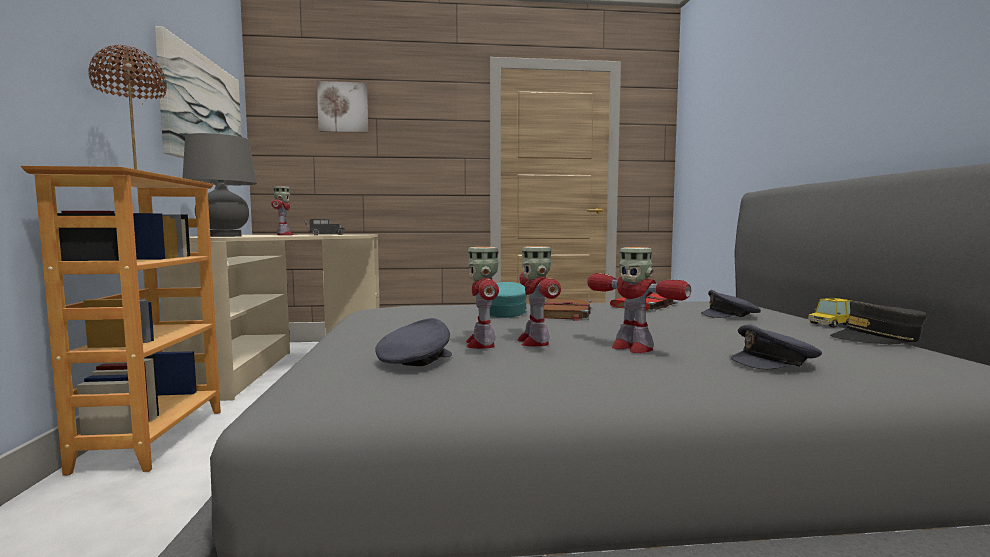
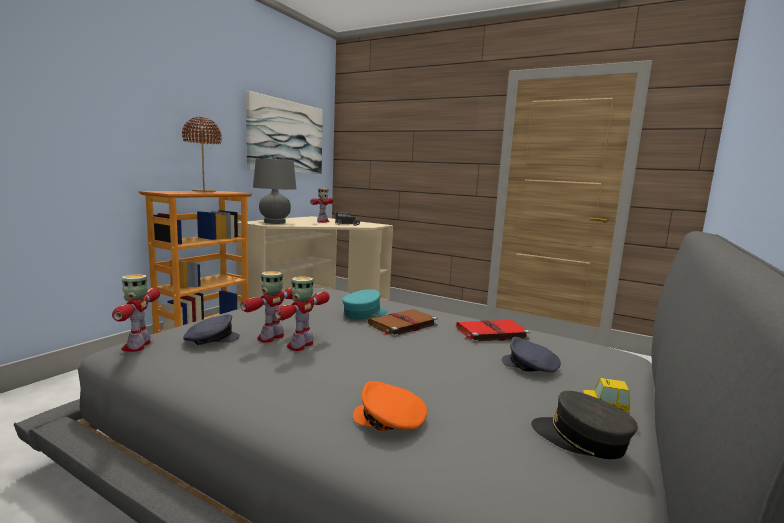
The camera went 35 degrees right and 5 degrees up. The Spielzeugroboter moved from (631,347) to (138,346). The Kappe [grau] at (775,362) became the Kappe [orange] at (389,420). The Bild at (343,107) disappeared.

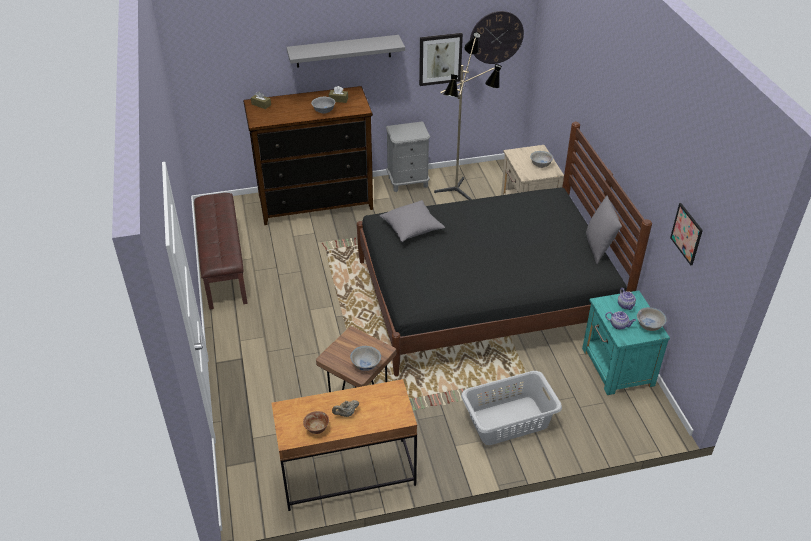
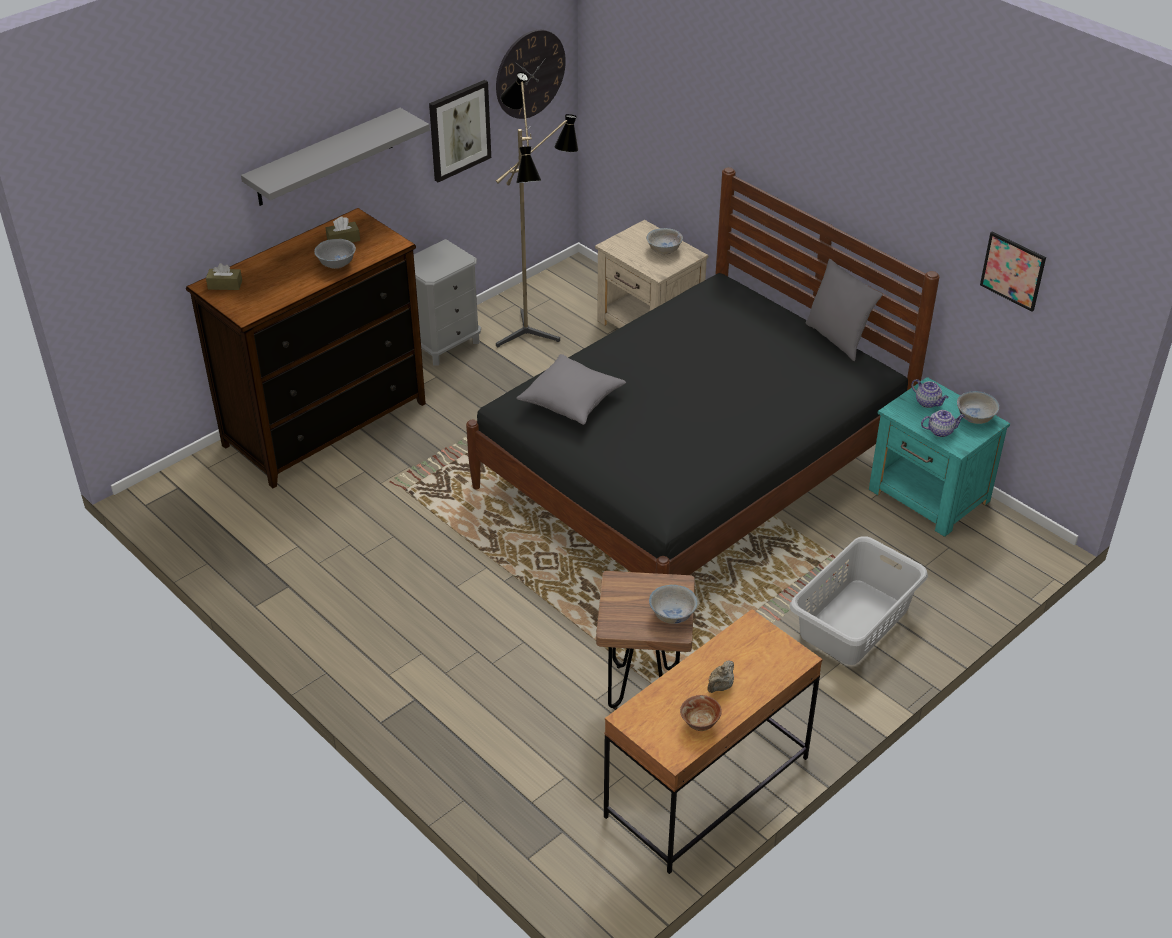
The camera went 30 degrees left and 0 degrees up. The Bank [braun] at (223,266) disappeared.

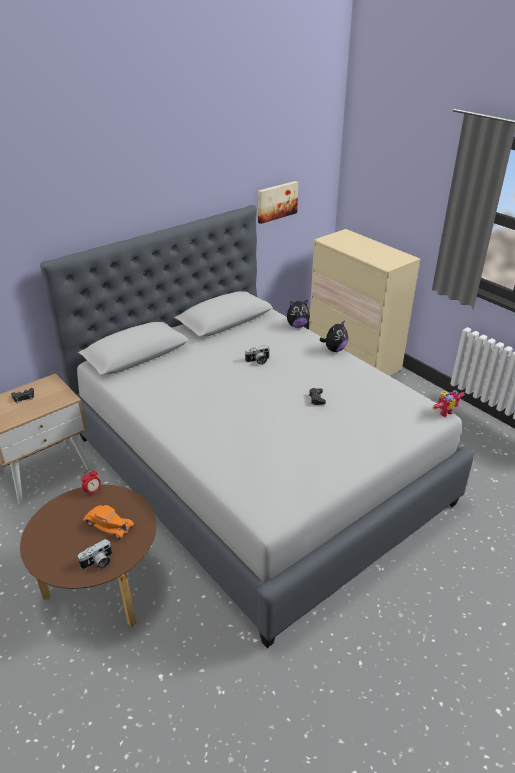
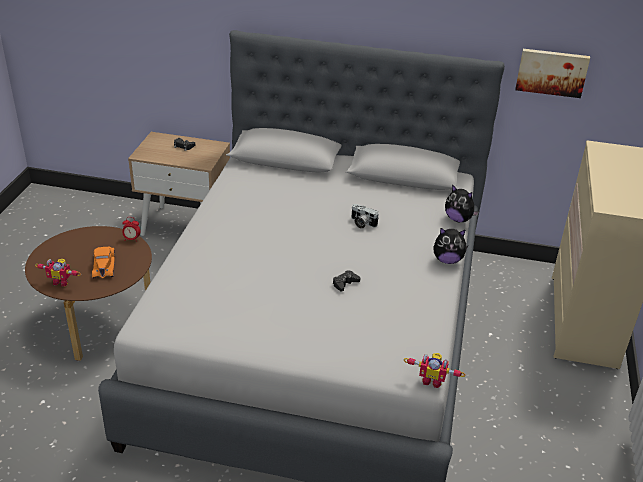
The camera went 50 degrees right and 0 degrees up. The Kamera at (98,563) was replaced by the Spielzeugroboter at (62,281).

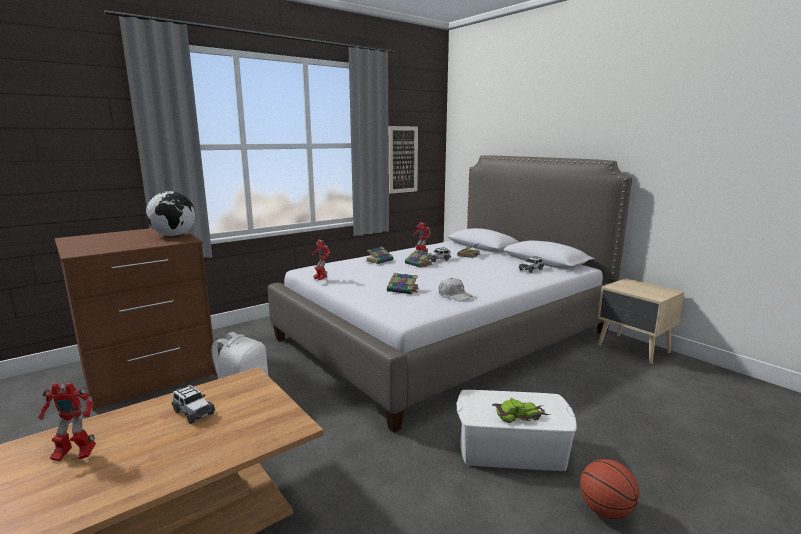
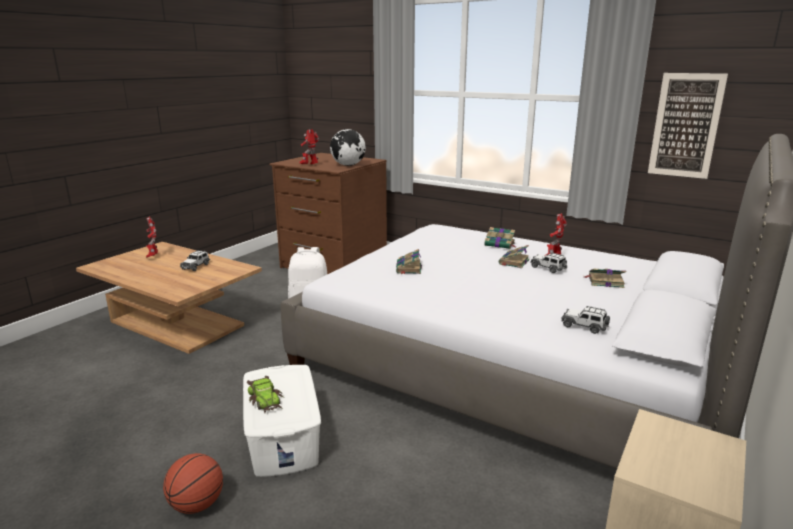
The camera went 70 degrees right and 5 degrees up. The Spielzeugroboter moved from (320,280) to (310,165). The Kappe [weiß] at (454,295) disappeared.

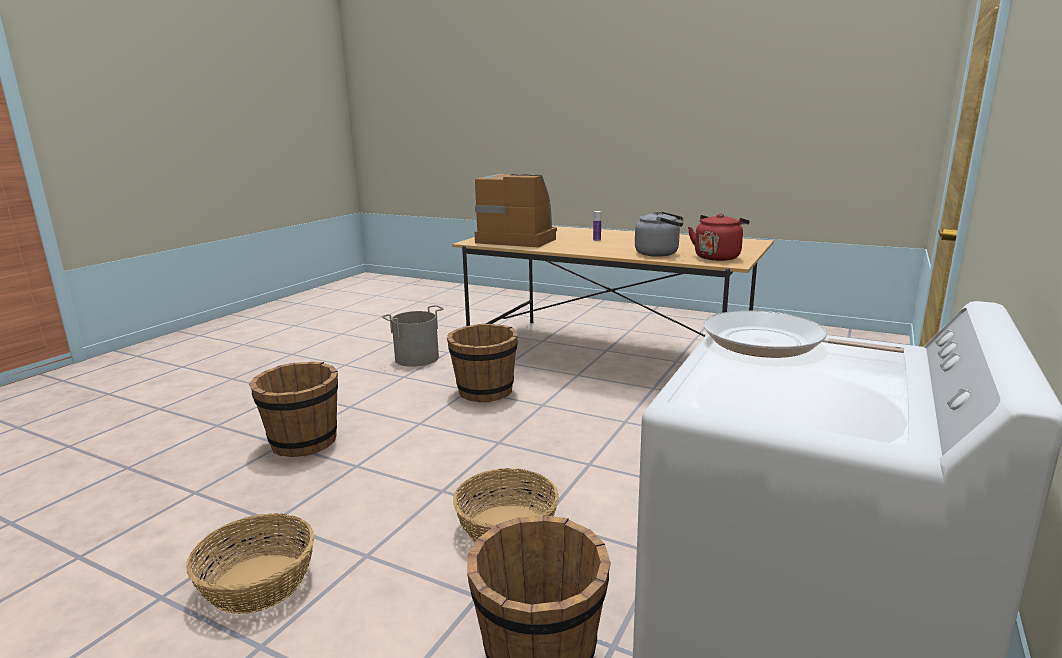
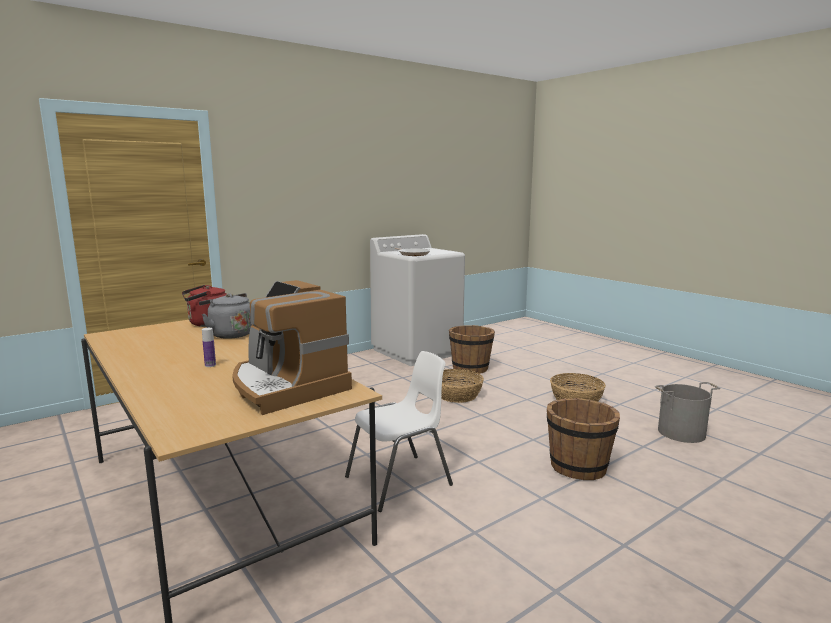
The camera went 155 degrees left and 5 degrees down. The Eimer [braun] at (485,392) was replaced by the Stuhl [weiß] at (400,481). The Eimer [grau] moved from (416,358) to (682,433).

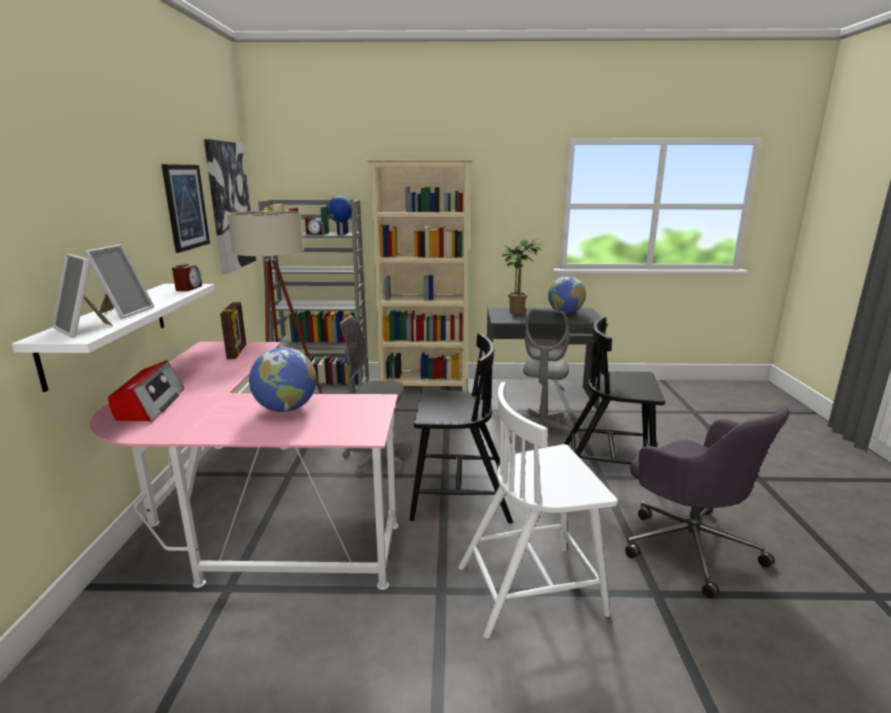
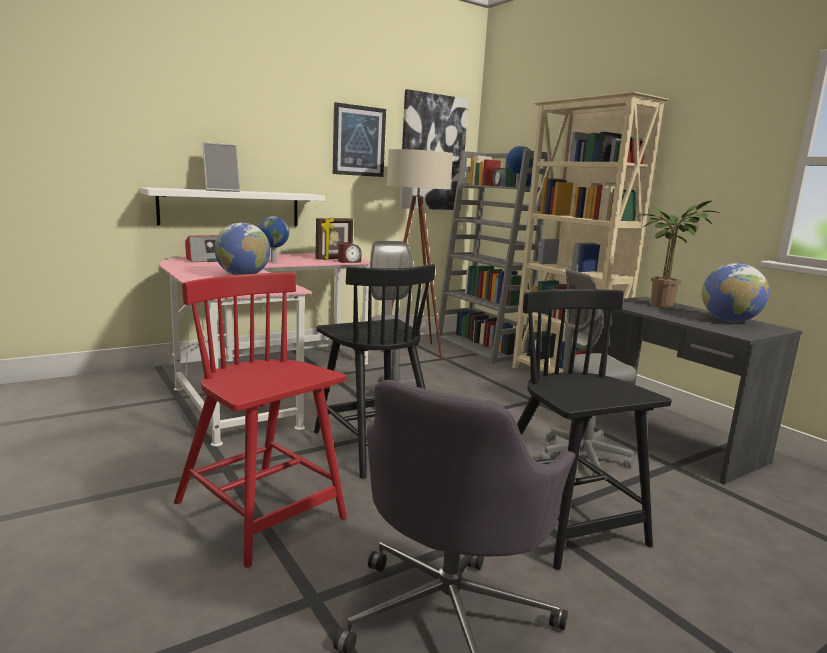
The camera went 55 degrees right and 5 degrees down. The Stuhl [weiß] at (532,589) became the Stuhl [rot] at (261,512). The Globus at (272,262) appeared. The Wecker moved from (188,288) to (349,261). The Bilderrahmen at (83,329) disappeared.

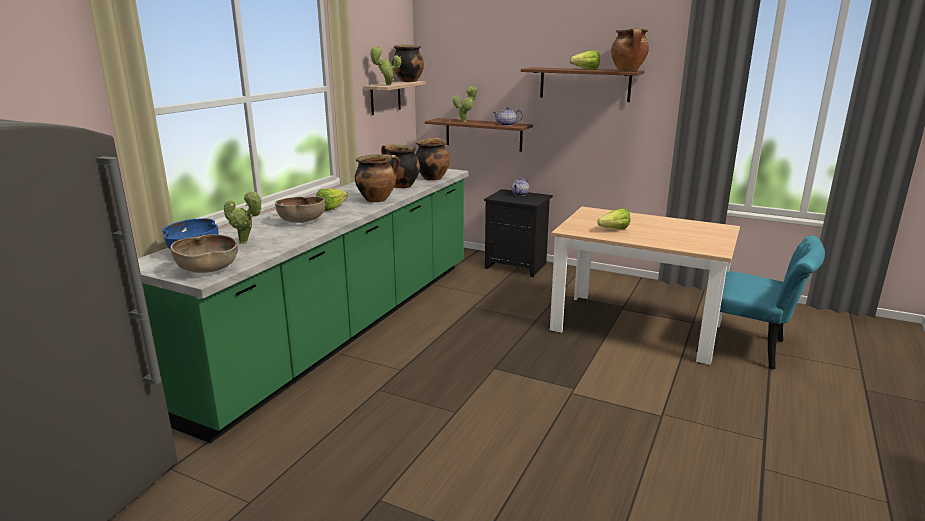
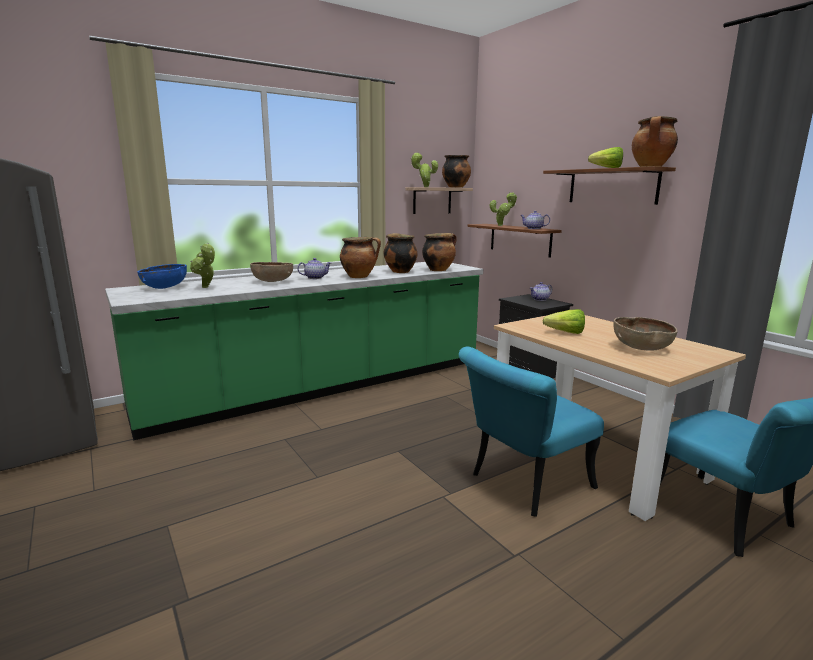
The camera went 30 degrees right and 5 degrees down. The Salatkopf at (334,208) was replaced by the Teekanne at (315,278). The Stuhl [türkis] at (522,485) appeared. The Schüssel [braun] moved from (208,269) to (641,348).

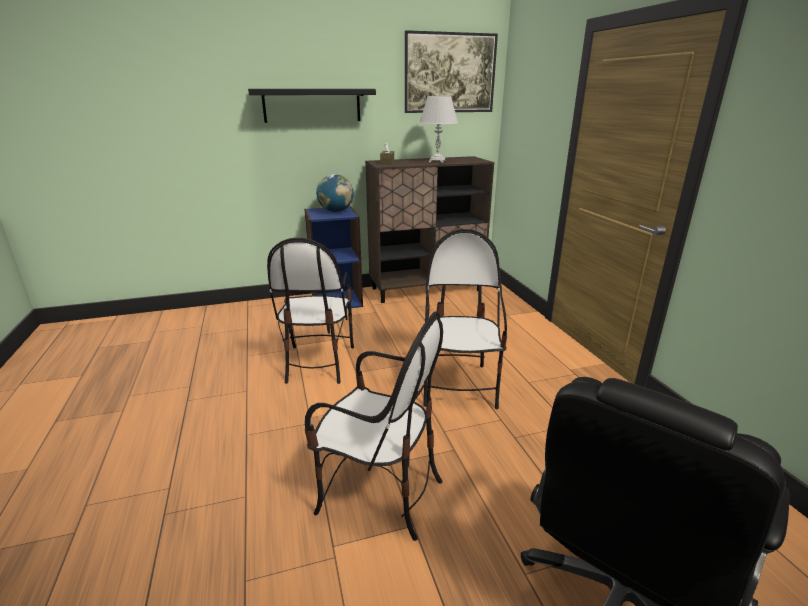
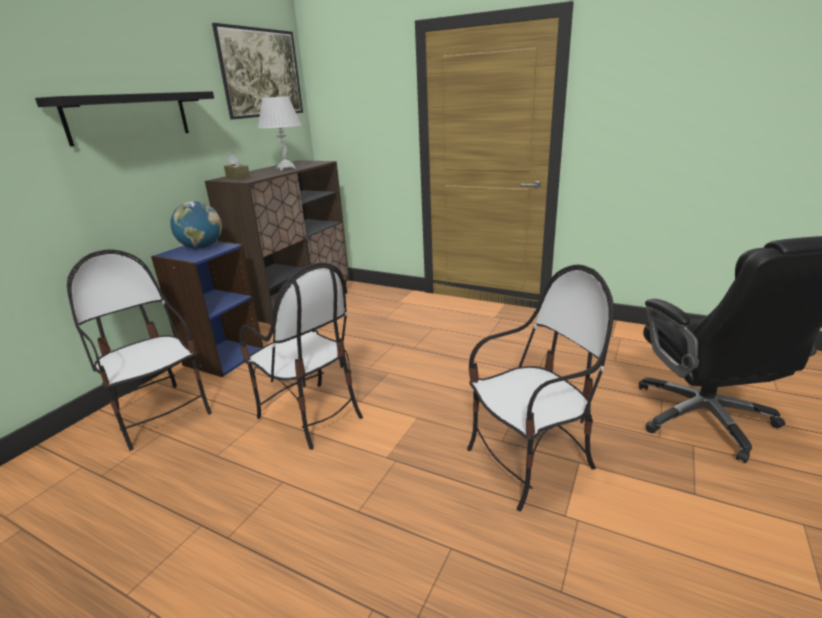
The camera went 45 degrees left and 0 degrees up. The Stuhl moved from (459,386) to (160,414).

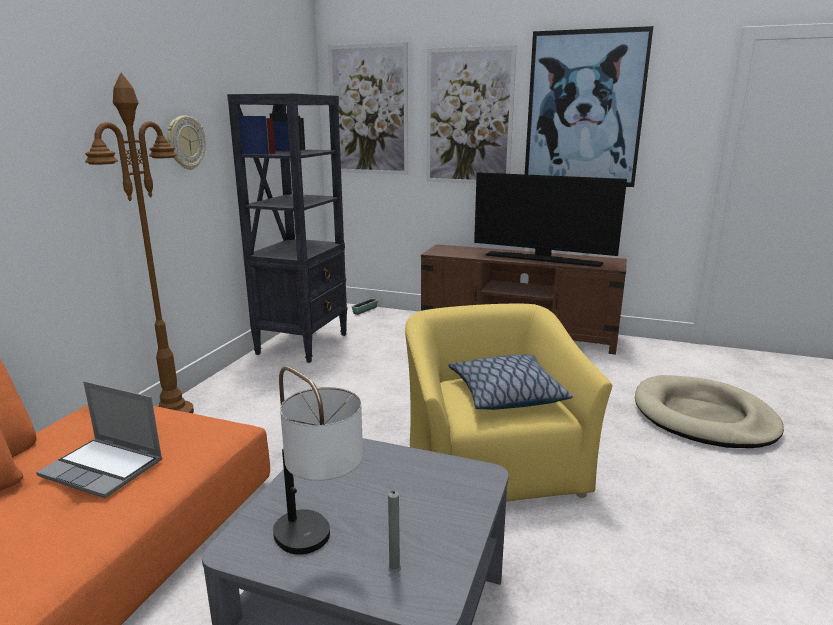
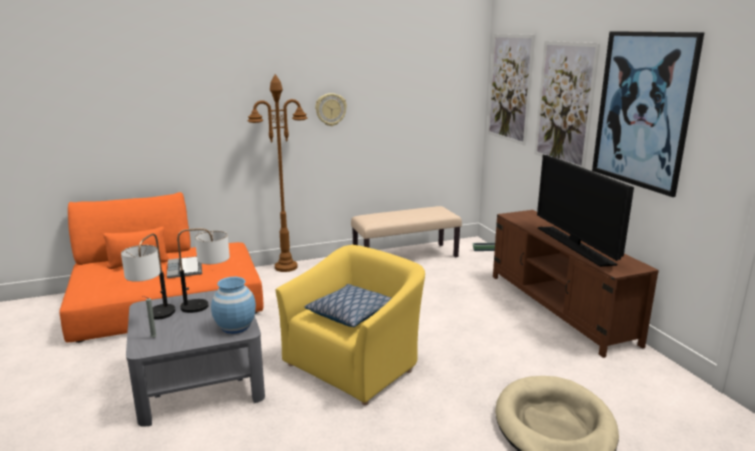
The camera went 50 degrees right and 0 degrees up. The Tischlampe at (208,306) appeared. The Vase [blau] at (235,326) appeared. The Bücherregal [schwarz] at (303,343) was replaced by the Bank [beige] at (405,257).

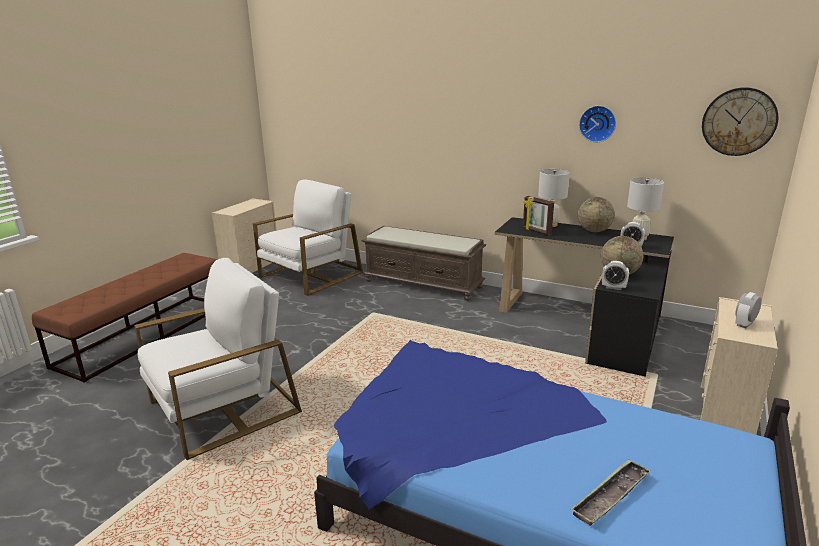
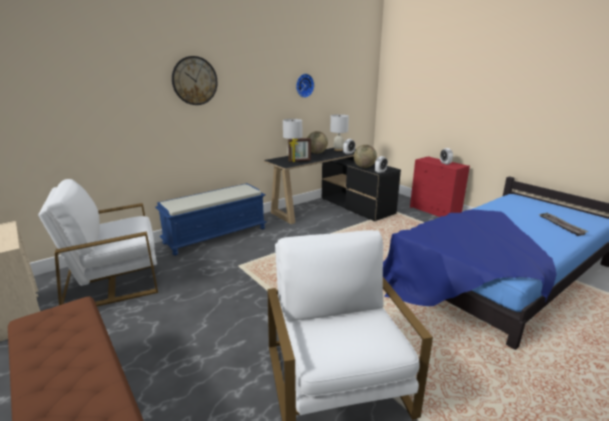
The camera went 65 degrees left and 0 degrees up. The Sessel [weiß] at (310,275) turned 90 degrees counterclockwise. The Bank [braun] at (424,284) became the Bank [blau] at (216,235). The Wanduhr moved from (739,122) to (194,81). The Kommode [beige] at (724,416) became the Kommode [rot] at (435,211).

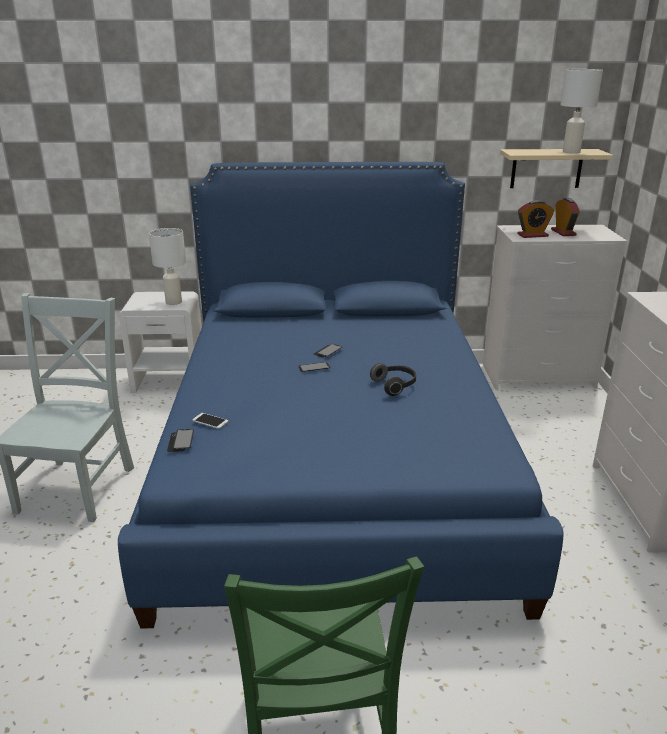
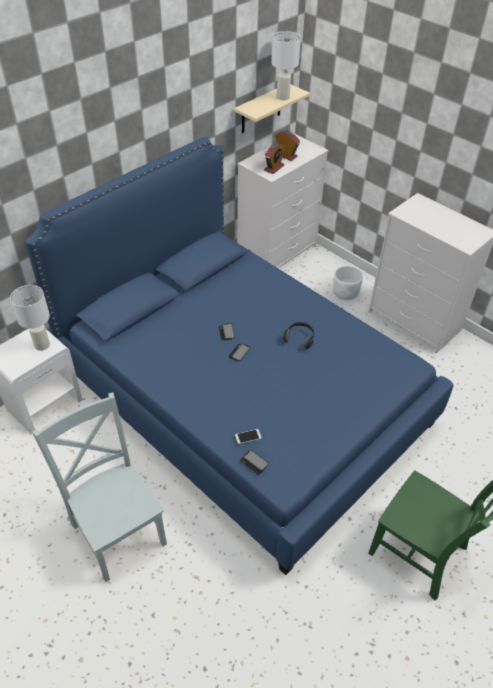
The camera went 45 degrees left and 20 degrees up. The Pflanzkübel [weiß] at (345,293) appeared.

